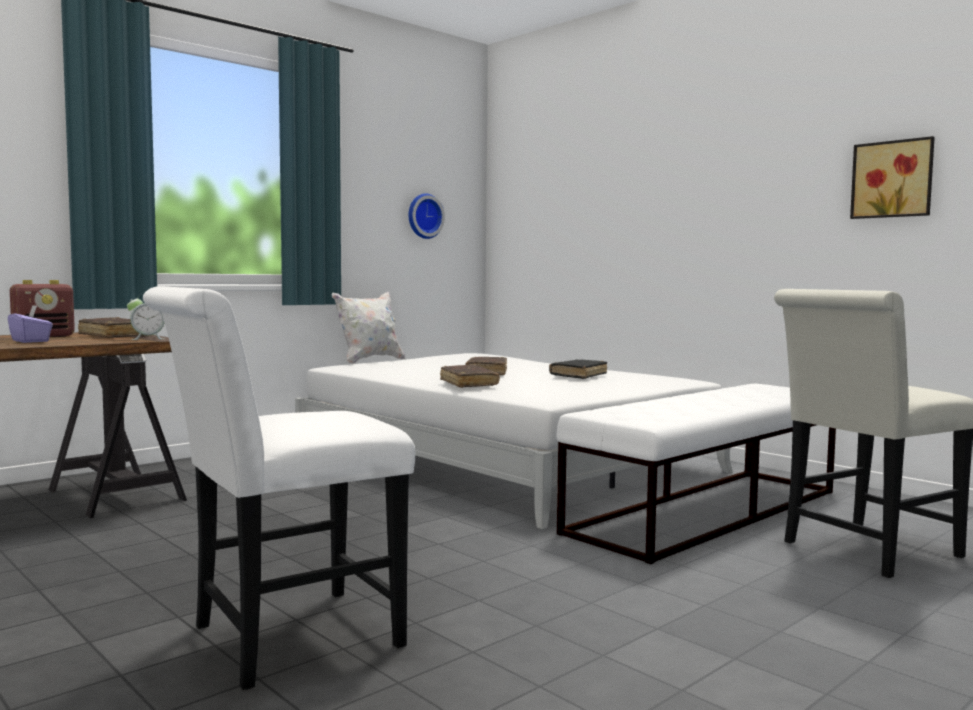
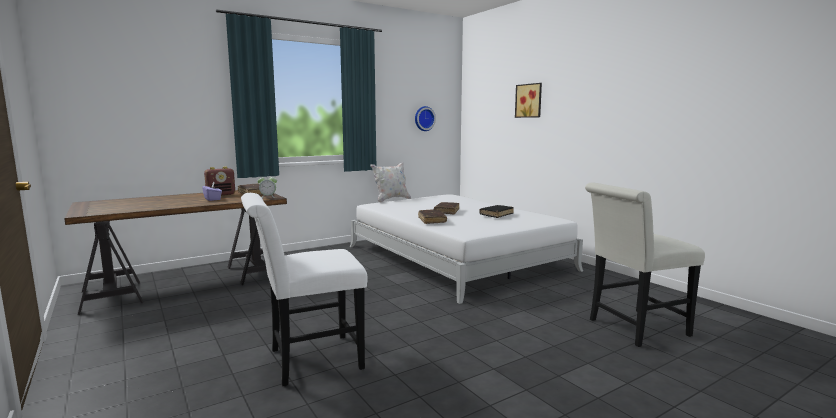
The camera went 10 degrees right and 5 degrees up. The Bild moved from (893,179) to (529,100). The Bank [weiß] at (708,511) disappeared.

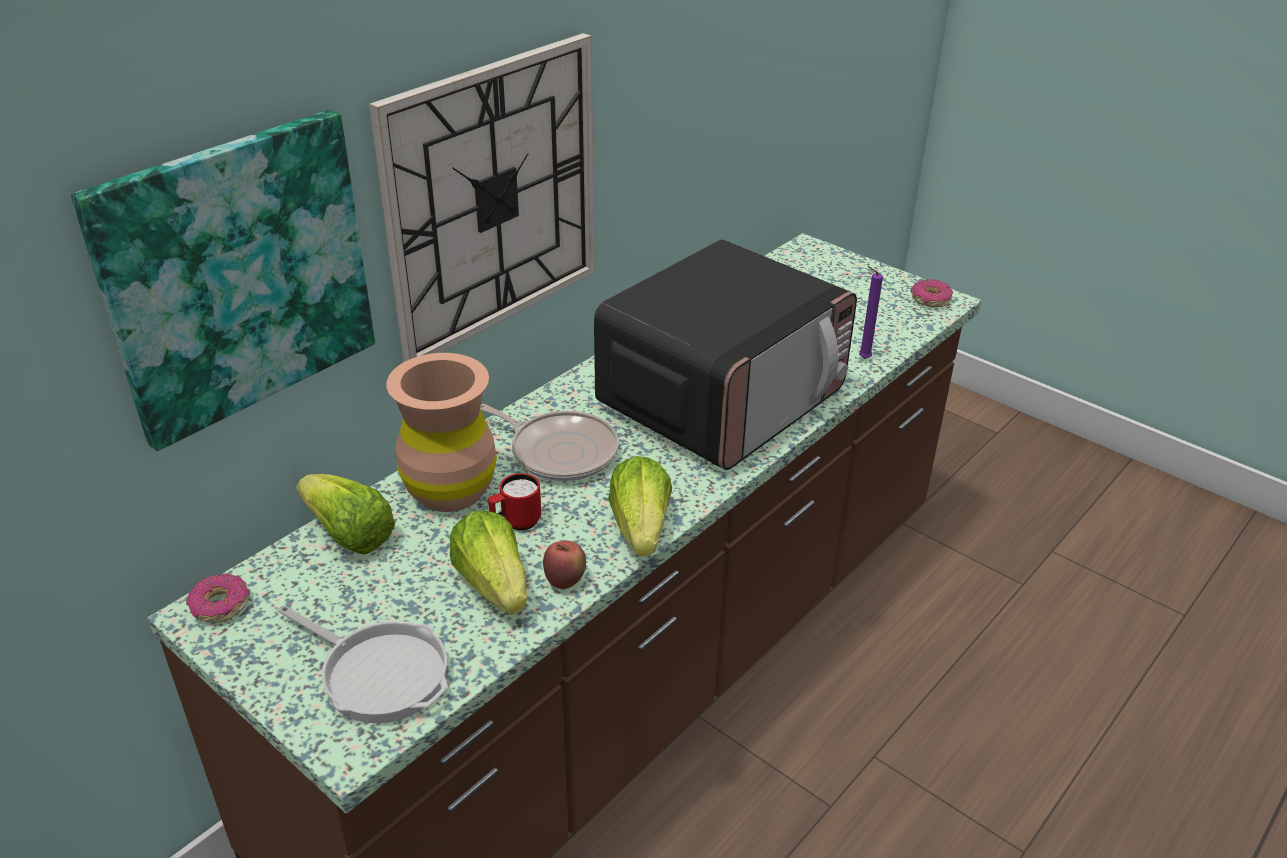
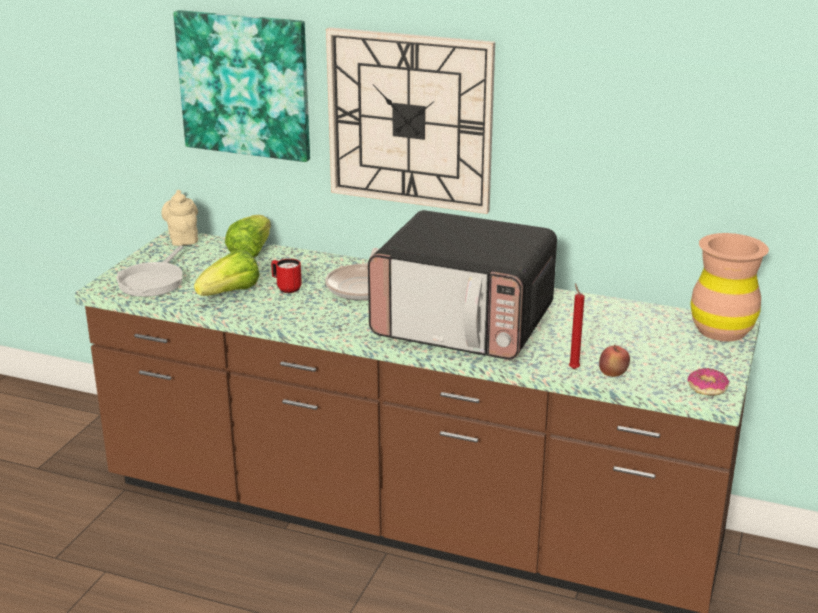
The camera went 70 degrees right and 10 degrees down. The Donut at (220,605) was replaced by the Teekanne [beige] at (183,239). The Kerze [lila] at (862,358) became the Kerze [rot] at (573,368). The Apfel moved from (565,581) to (613,375). The Vase [braun] moved from (450,489) to (721,330). The Salatkopf at (641,528) disappeared.

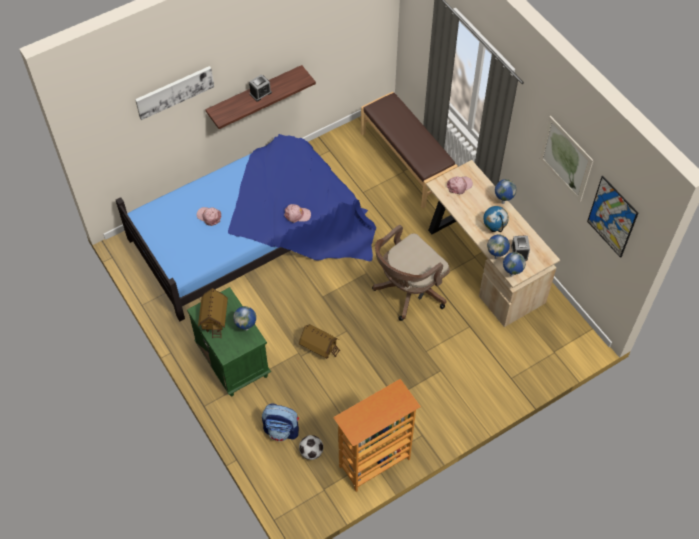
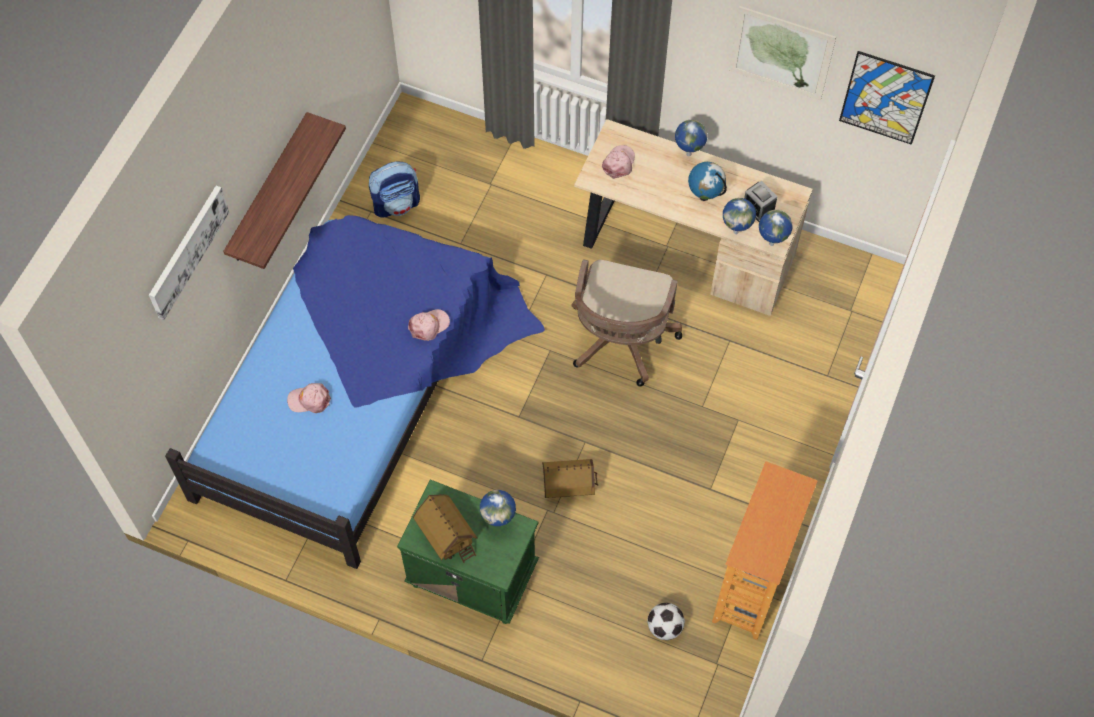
The camera went 35 degrees left and 5 degrees up. The Rucksack moved from (282,430) to (396,204). The Wecker at (260,93) disappeared. The Bank [braun] at (407,162) disappeared.

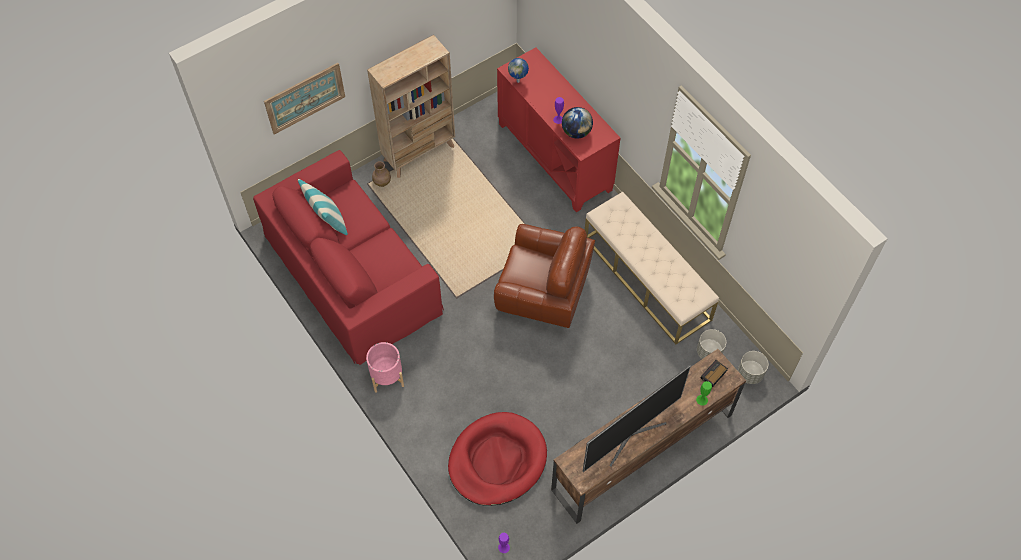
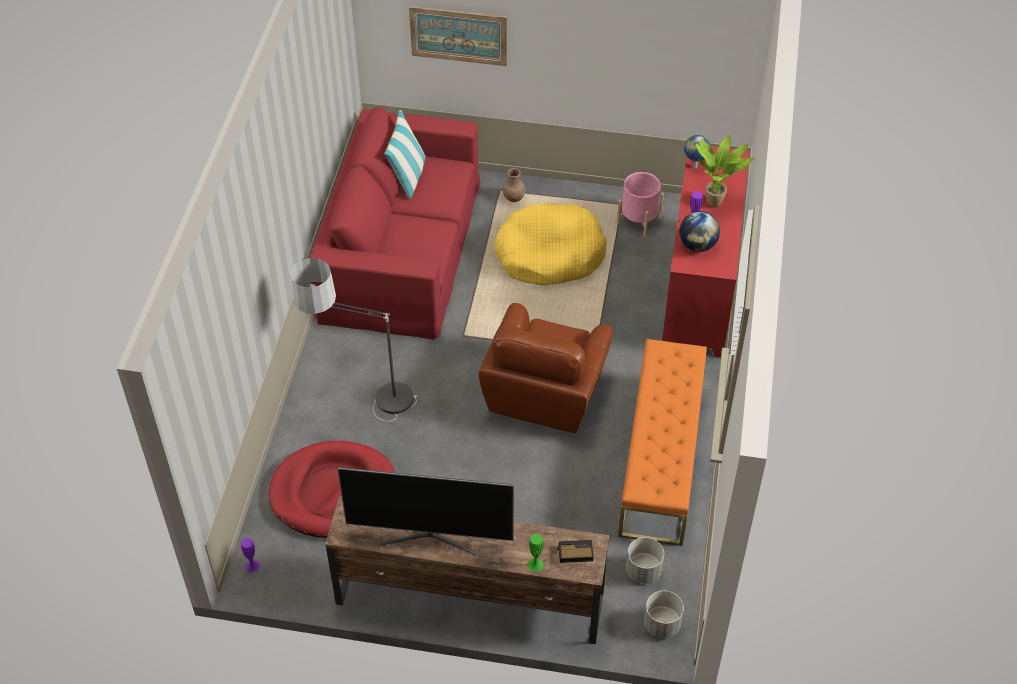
The camera went 45 degrees right and 10 degrees down. The Stehlampe at (363,404) appeared. The Sessel [braun] at (543,293) turned 45 degrees clockwise. The Hundebett [gelb] at (549,254) appeared. The Pflanzkübel [rosa] moved from (387,376) to (638,220). The Bank [beige] at (647,278) became the Bank [orange] at (661,458). The Topfpflanze at (716,202) appeared. The Bücherregal [beige] at (419,153) disappeared.

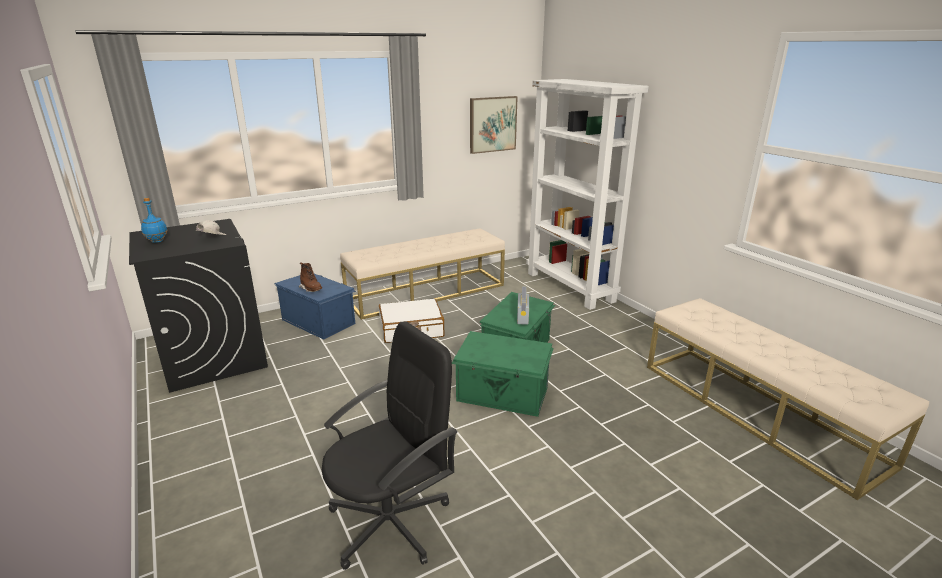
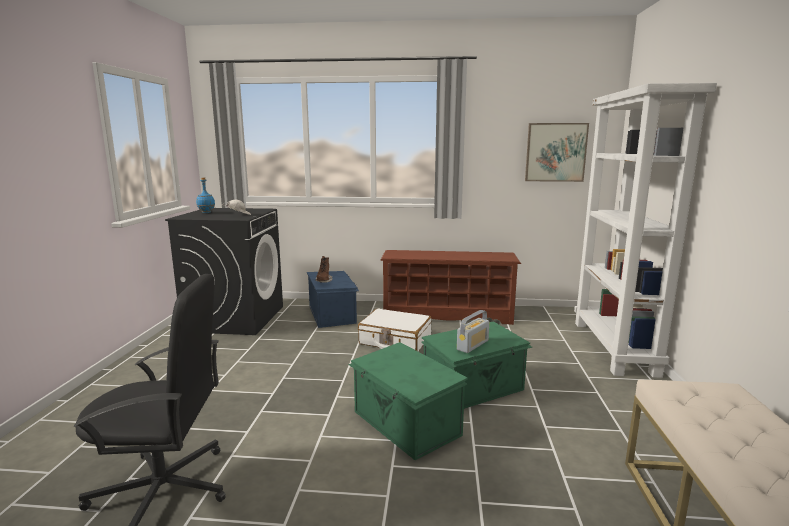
The camera went 35 degrees right and 10 degrees down. The Bank [beige] at (426,292) was replaced by the Schuhregal [braun] at (448,315).

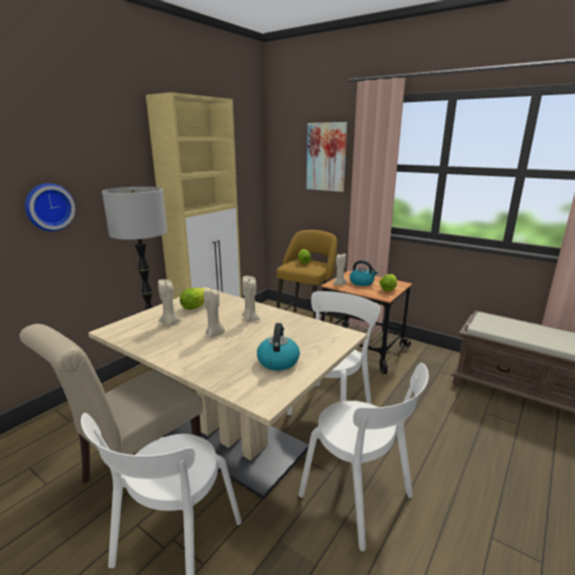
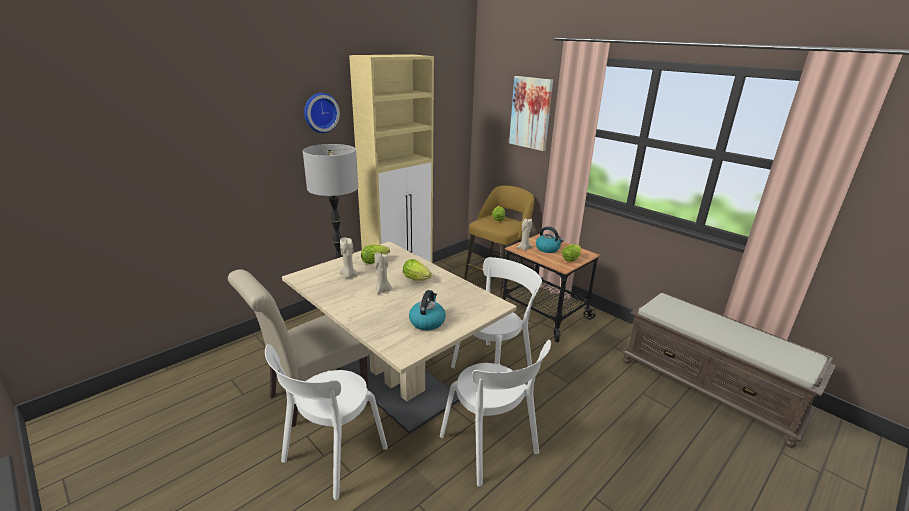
The camera went 10 degrees right and 5 degrees up. The Wanduhr moved from (49,207) to (320,112). The Kerze [beige] at (250,319) was replaced by the Salatkopf at (418,279).

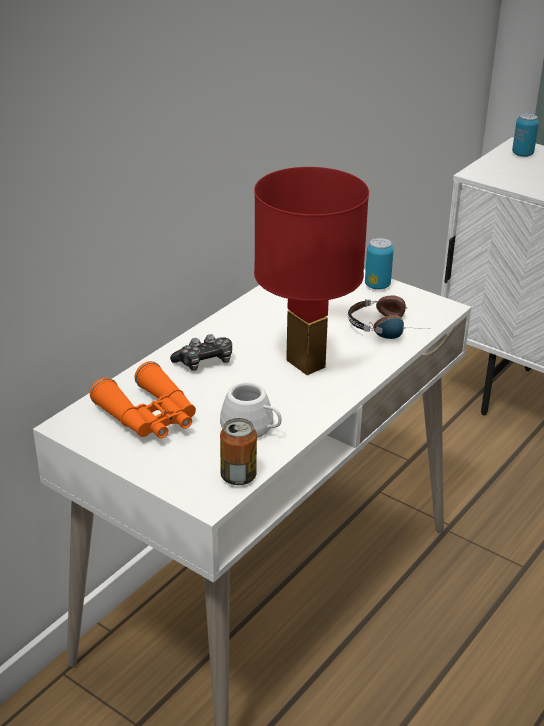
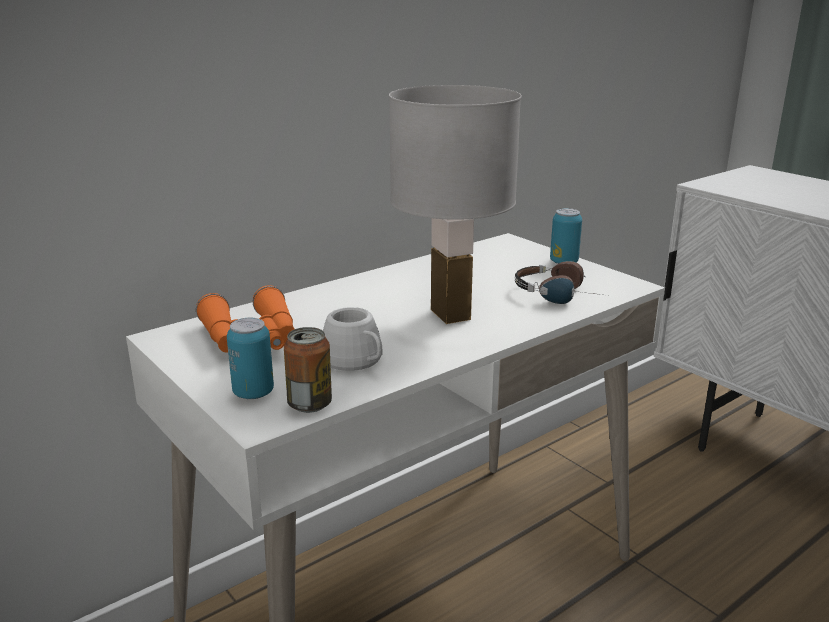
The camera went 15 degrees right and 10 degrees down. The Dose moved from (522,154) to (253,393). The Tischlampe [rot] at (307,364) became the Tischlampe [weiß] at (452,315). The Gamepad at (205,362) disappeared.

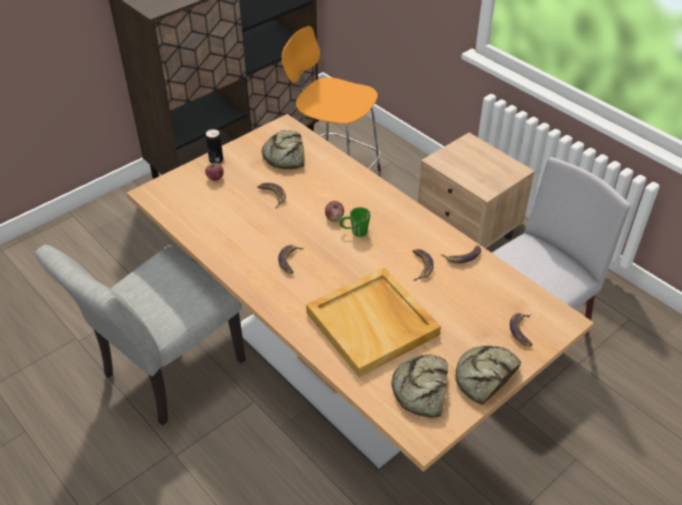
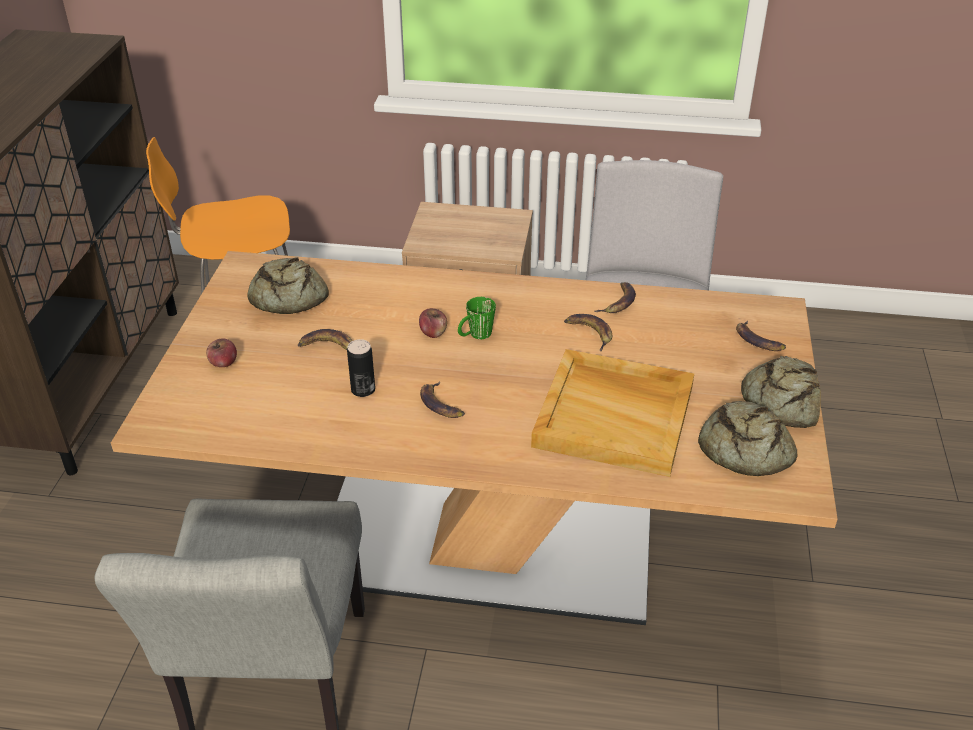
The camera went 40 degrees left and 5 degrees down. The Dose moved from (216,160) to (363,390).

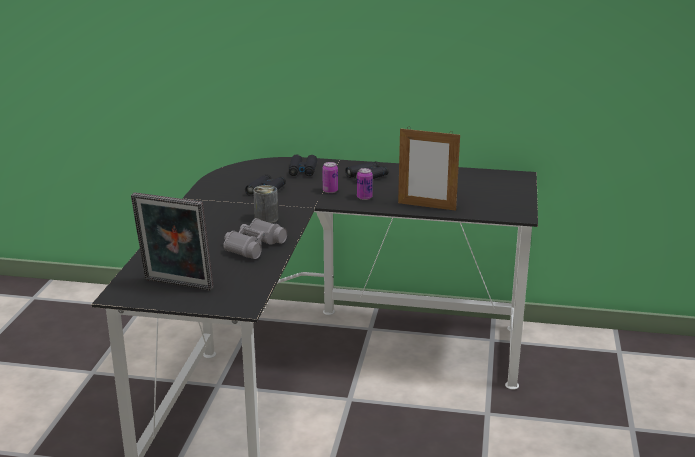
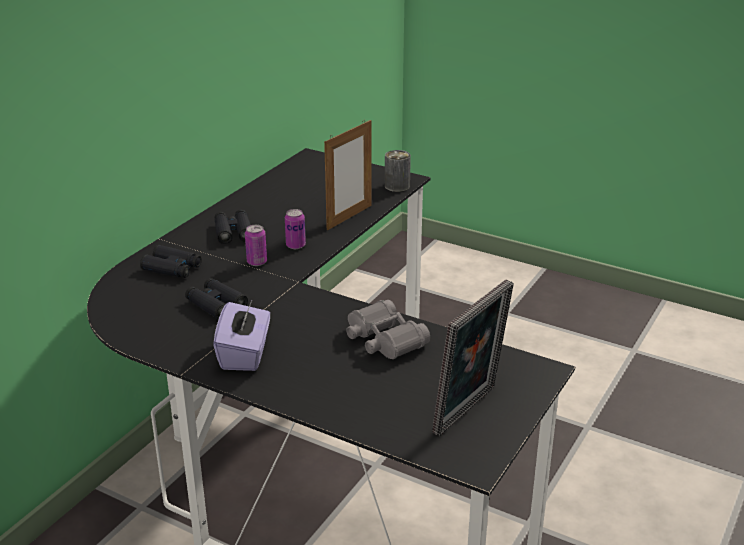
The camera went 70 degrees left and 5 degrees up. The Taschentuchbox [lila] at (245,354) appeared. The Dose moved from (266,218) to (397,186).

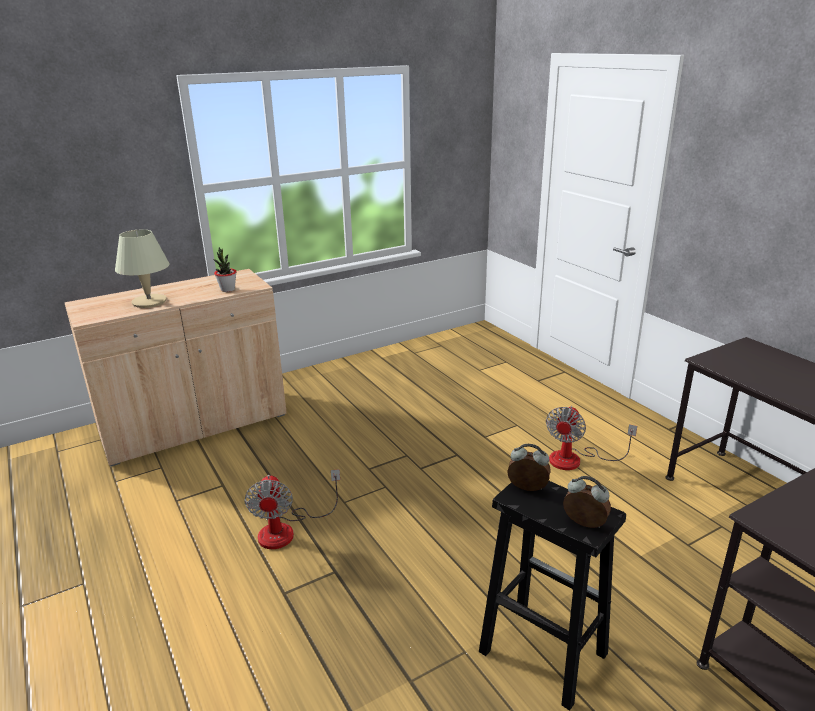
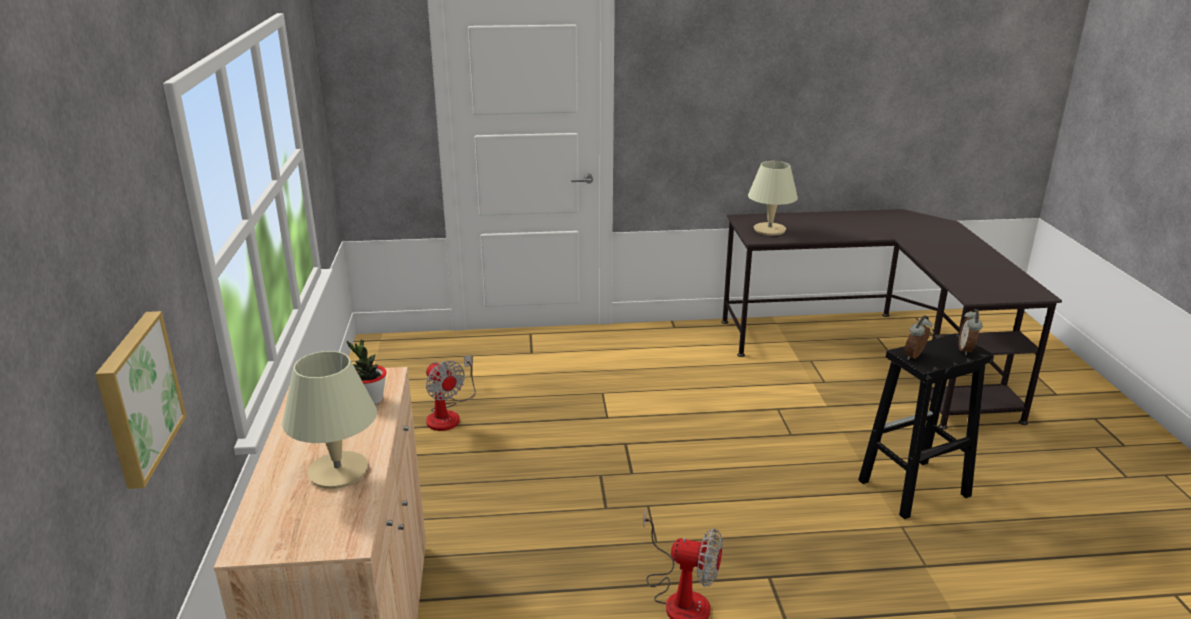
The camera went 65 degrees left and 0 degrees up. The Bild at (136,397) appeared. The Ventilator moved from (576,459) to (448,414). The Tischlampe [beige] at (769,230) appeared. The Wecker at (584,524) turned 45 degrees counterclockwise.

